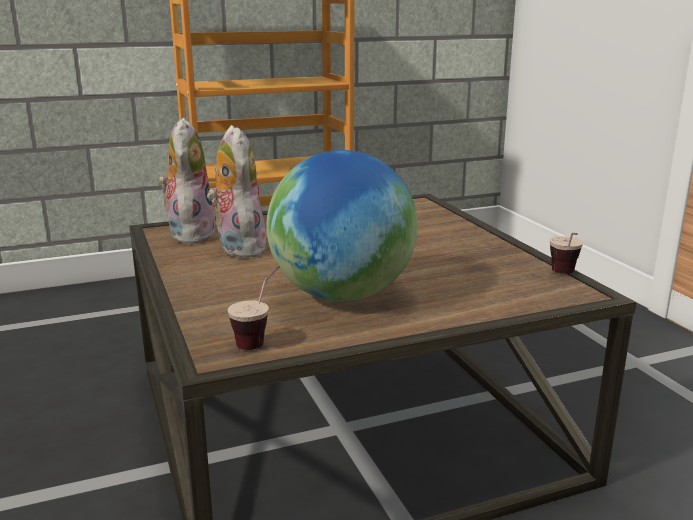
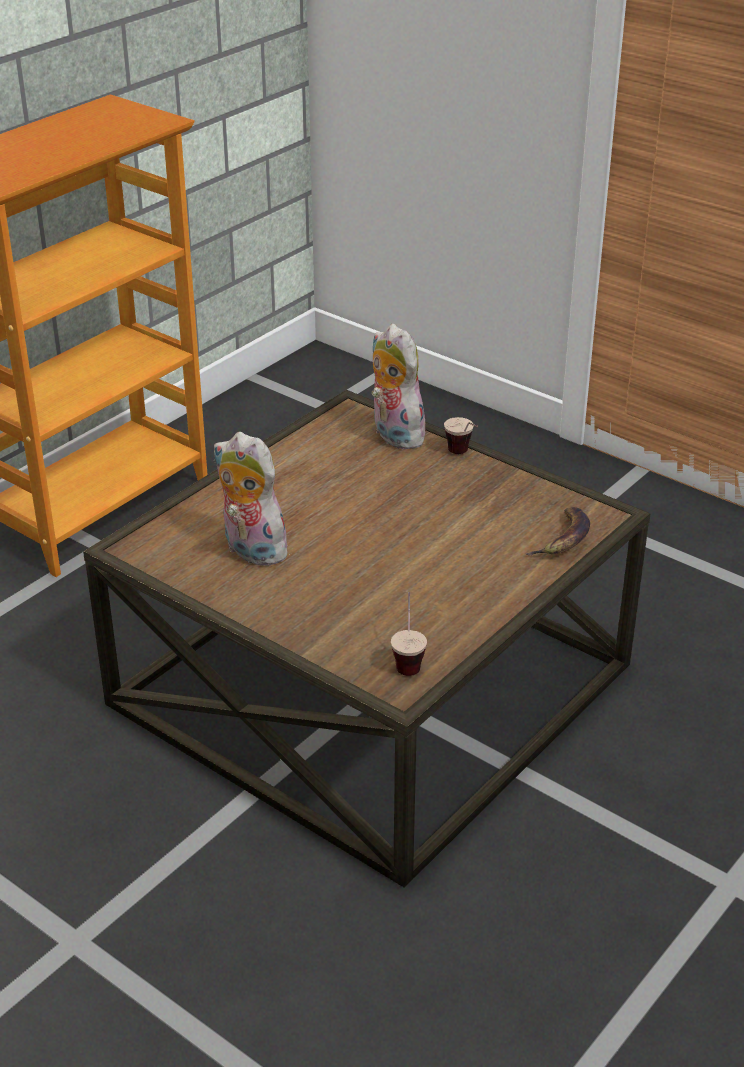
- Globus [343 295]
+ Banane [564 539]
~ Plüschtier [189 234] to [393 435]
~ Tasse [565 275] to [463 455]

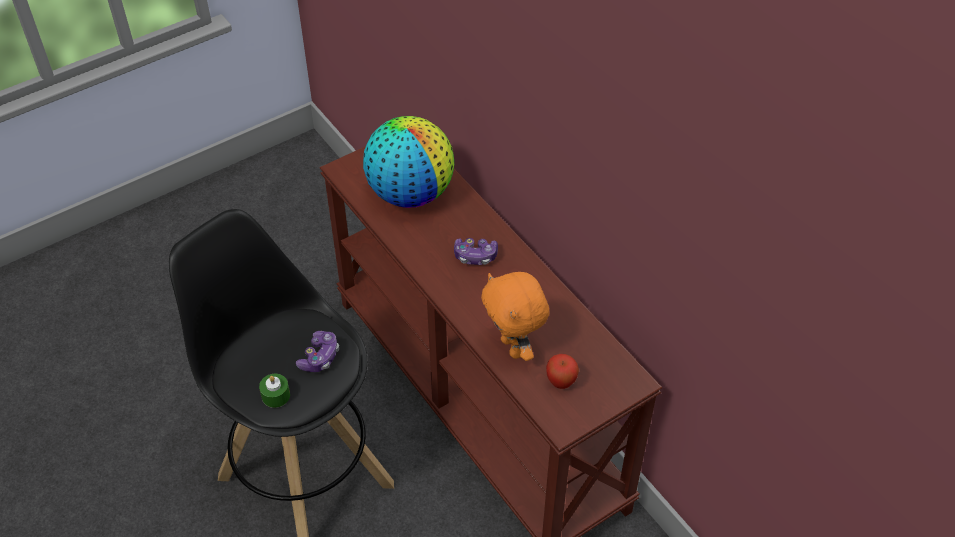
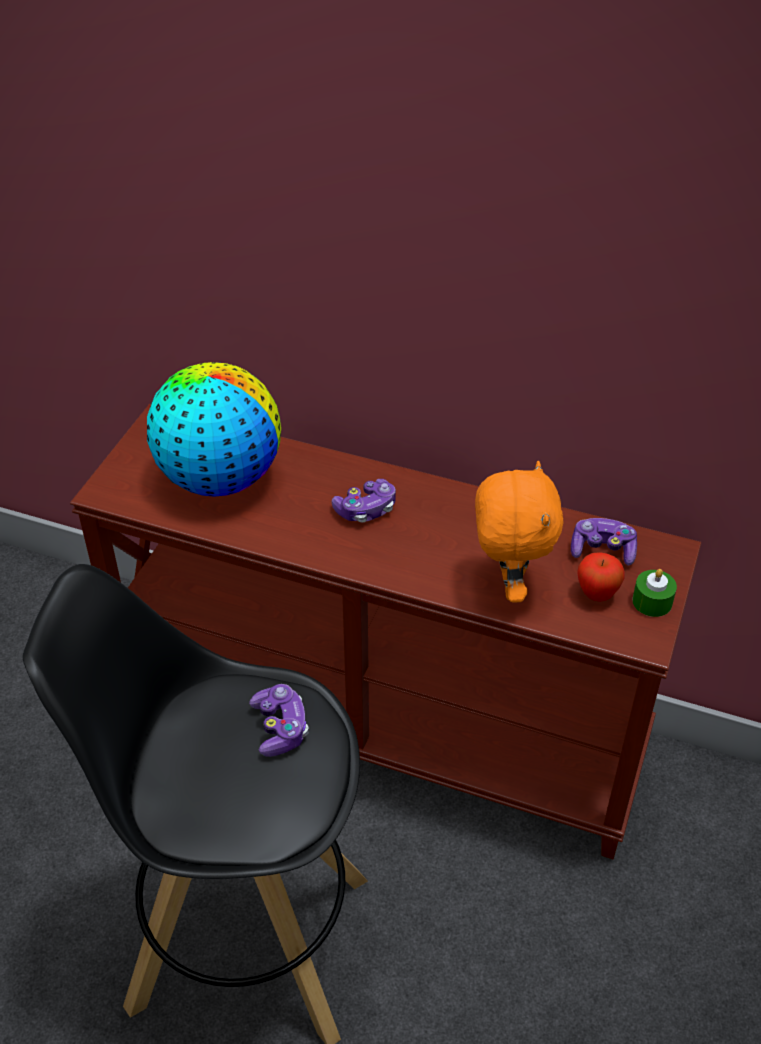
+ Gamepad [602 550]
~ Kerze [grün] [276 395] to [652 601]
~ Plüschtier [orange] [514 347] = [508 585] 120 degrees counterclockwise

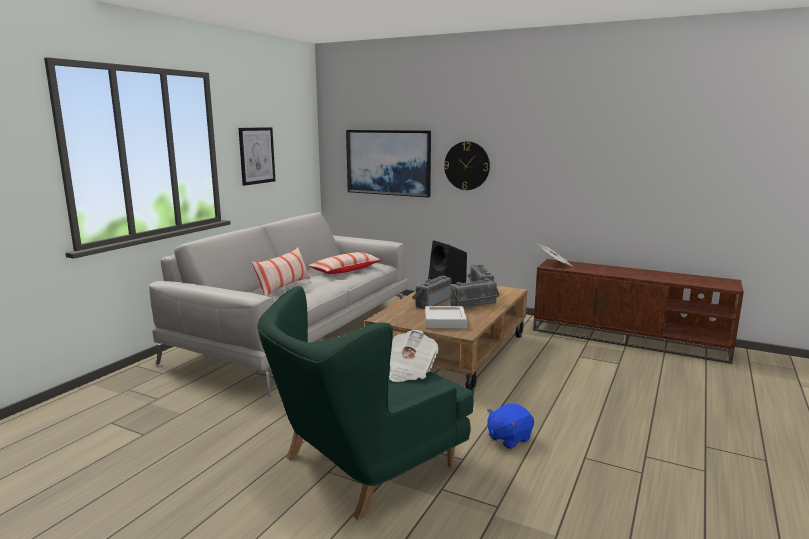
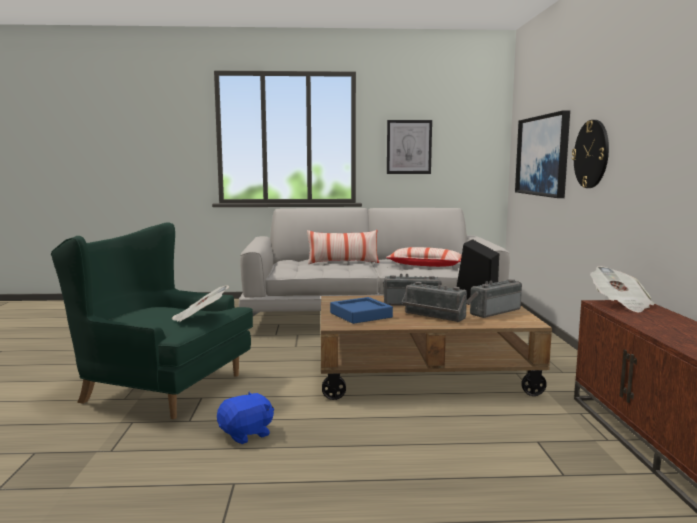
~ Tablett [grau] [445 321] to Tablett [blau] [361 315]
~ Plüschtier [blau] [508 438] = [246 434] 120 degrees clockwise

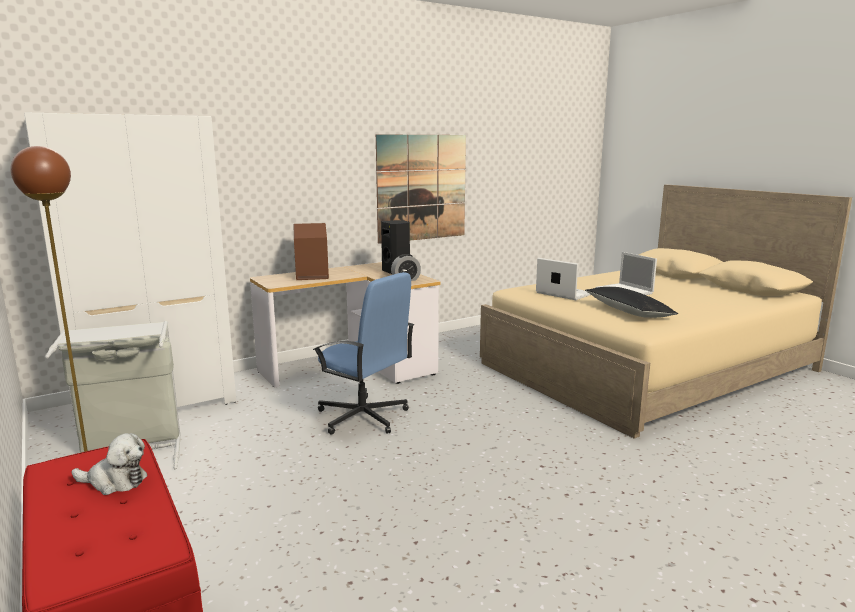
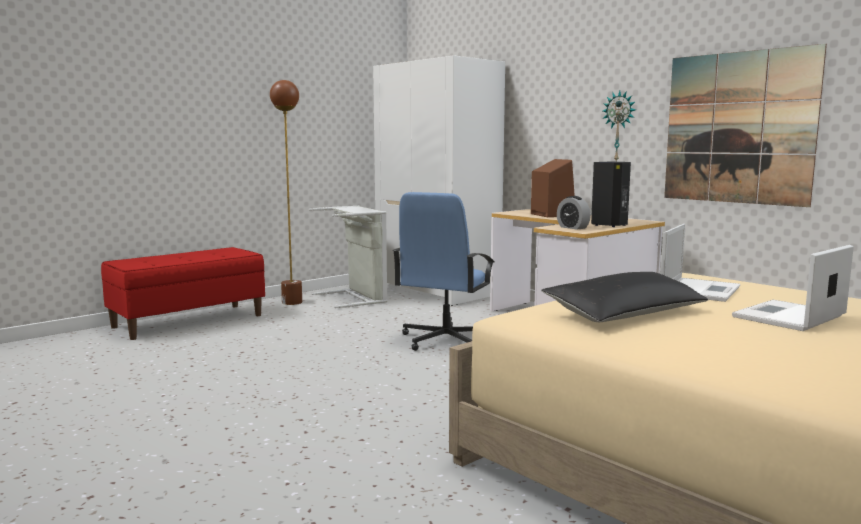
- Plüschtier [115 481]
+ Wanduhr [619 126]

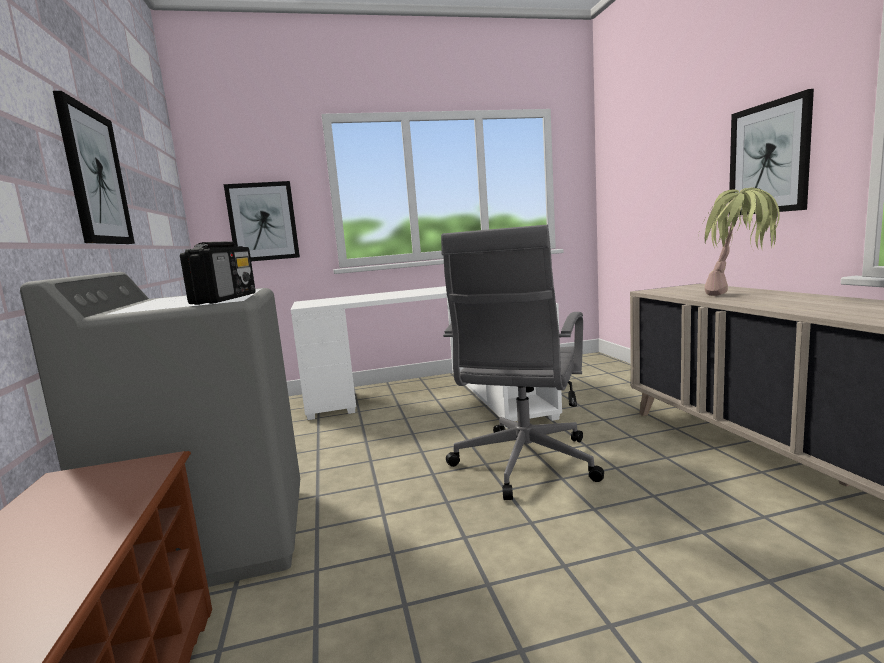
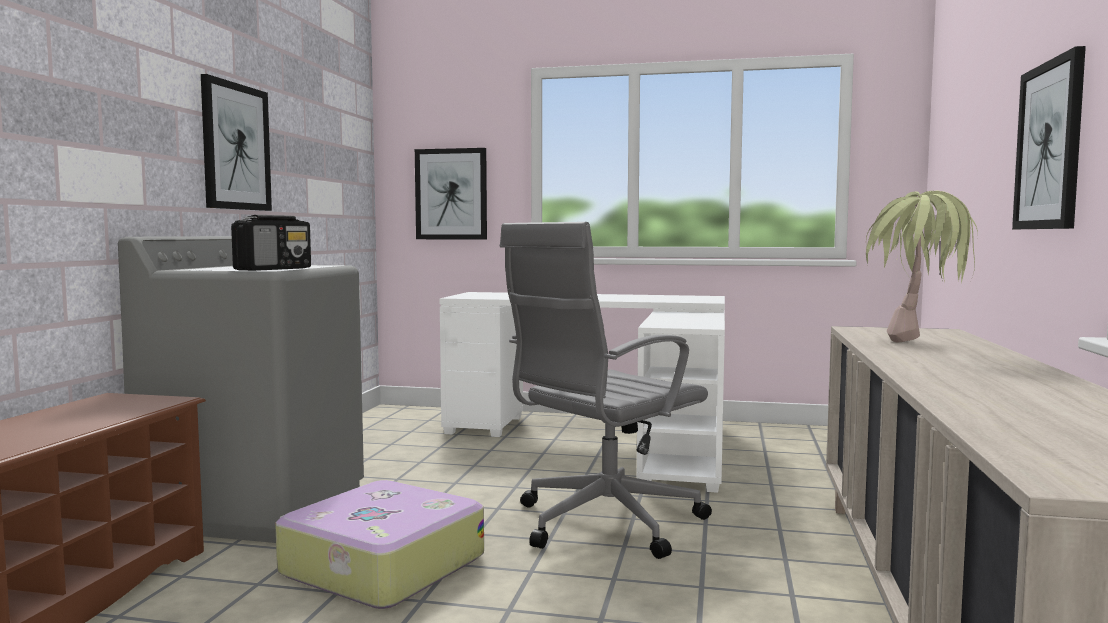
+ Koffer [380 565]

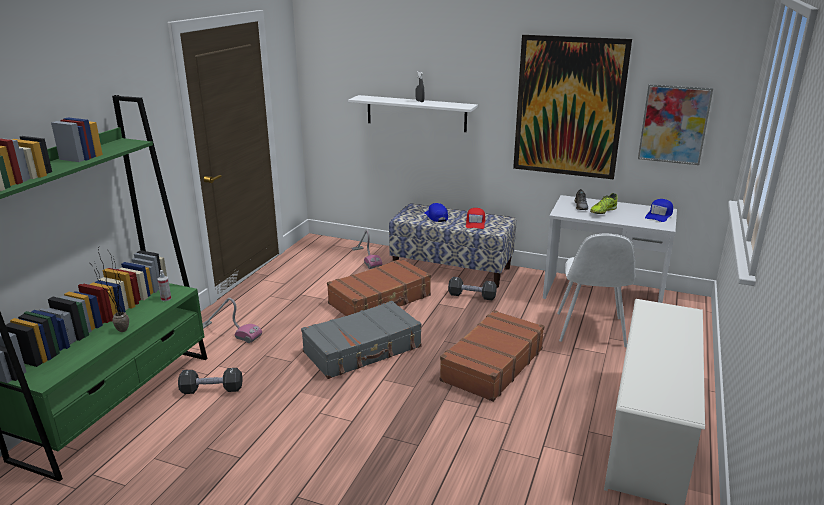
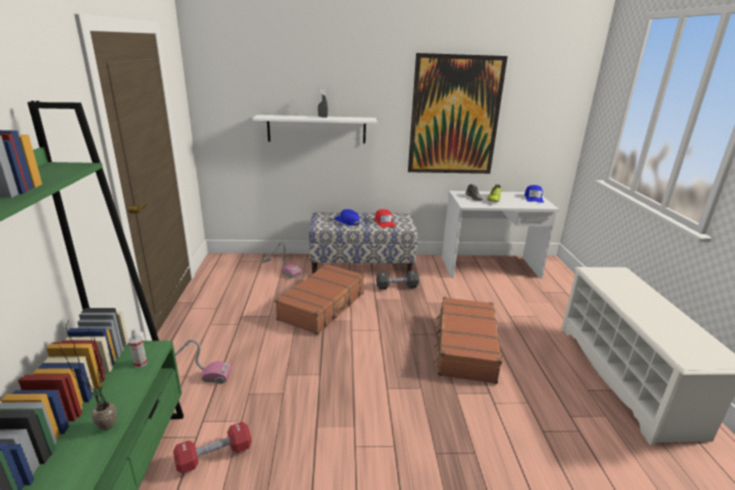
- Koffer [grau] [363 350]
- Stuhl [weiß] [590 331]
- Bild [674 124]
~ Hantel [schwarz] [212 390] to Hantel [rot] [214 456]

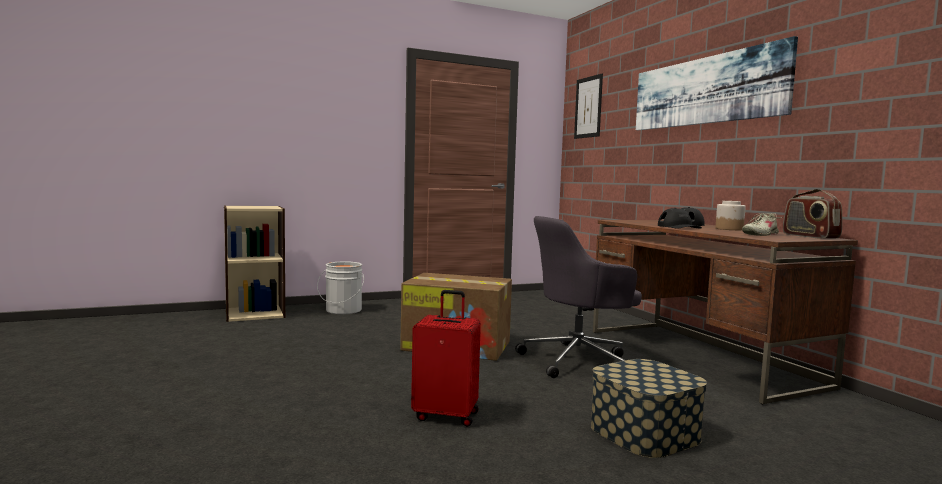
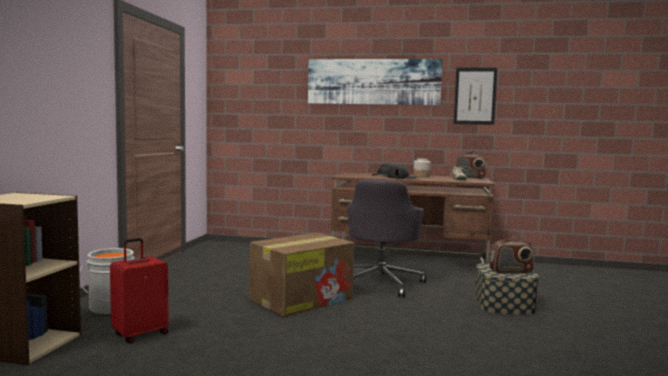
+ Radio [511 272]
~ Koffer [rot] [446 415] to [140 334]
~ Bild [588 107] to [475 96]

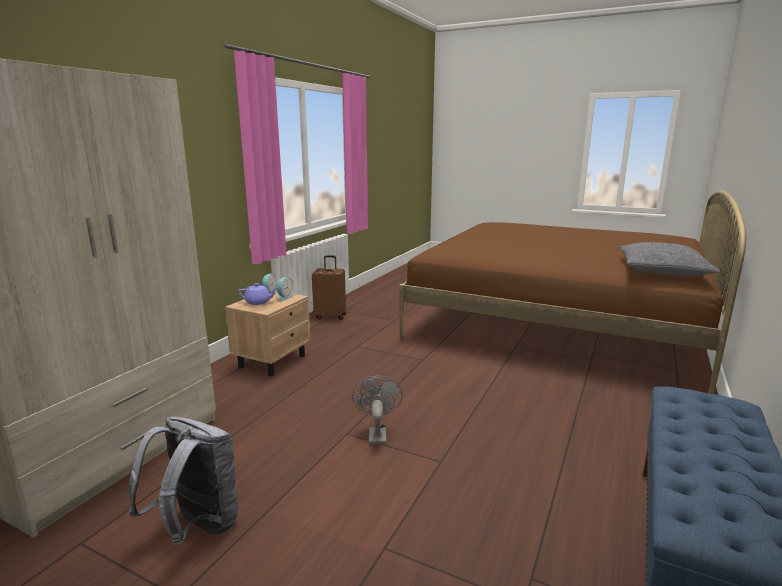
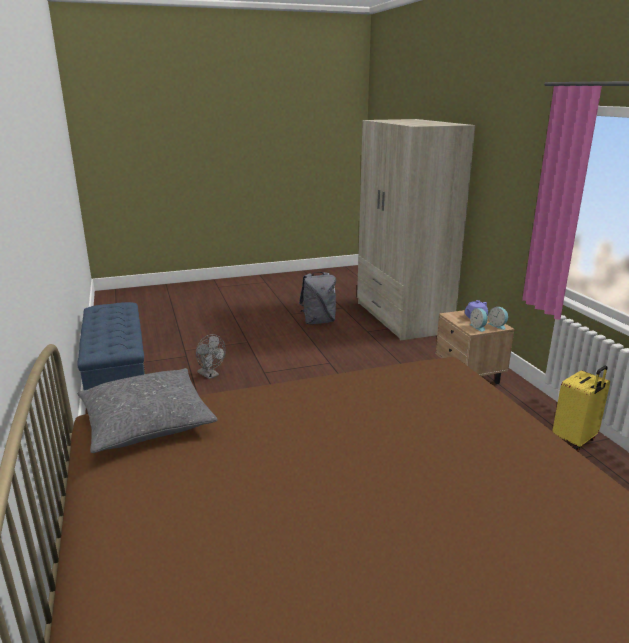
~ Ventilator [grau] [377 434] to [210 375]
~ Koffer [braun] [330 316] to Koffer [gelb] [575 440]

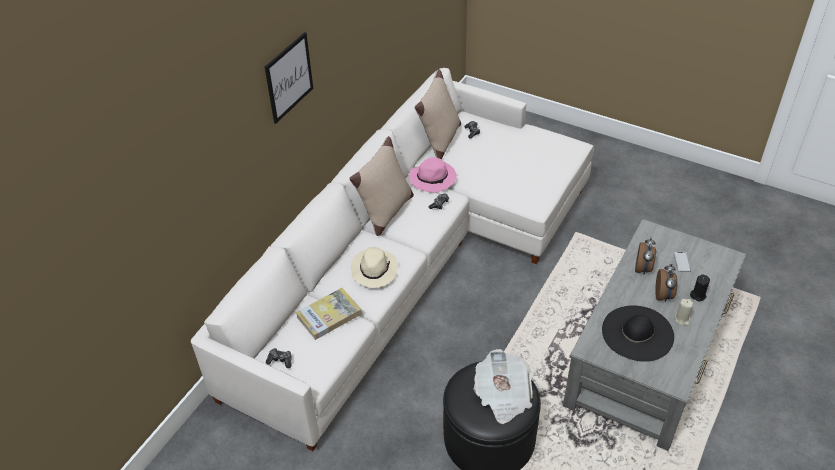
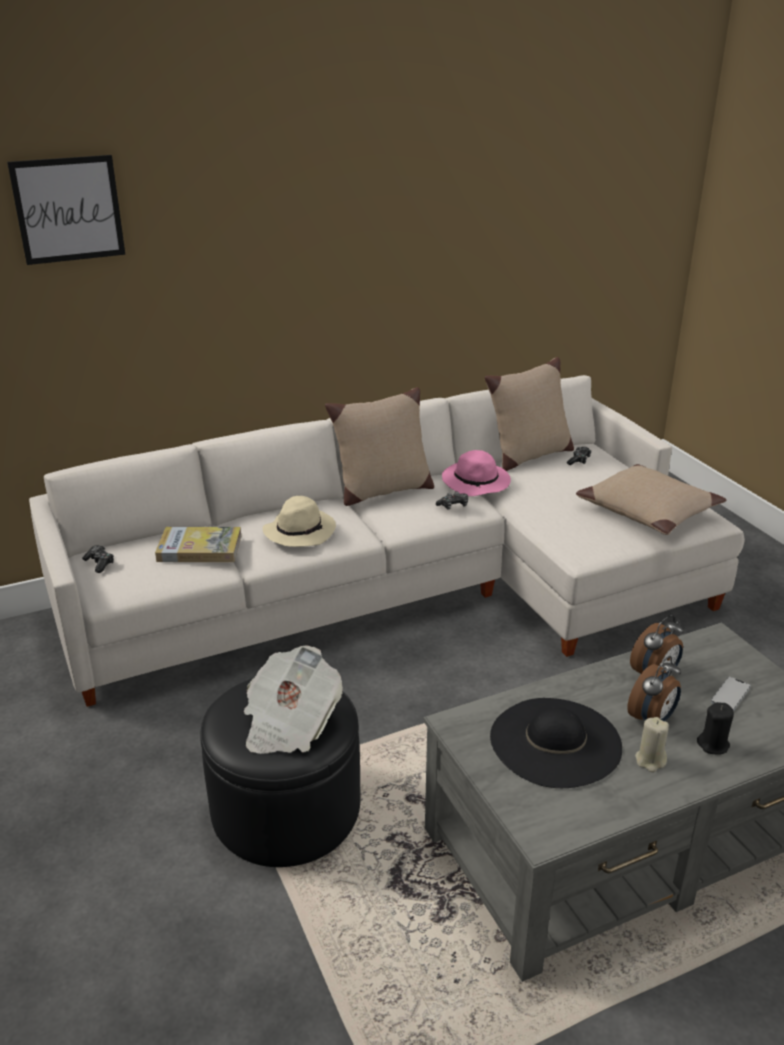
+ Kissen [beige] [648 511]
~ Bild [289 77] to [68 209]

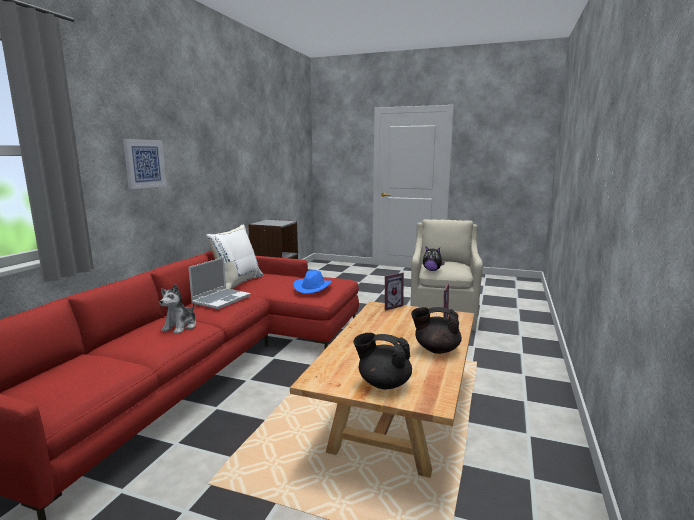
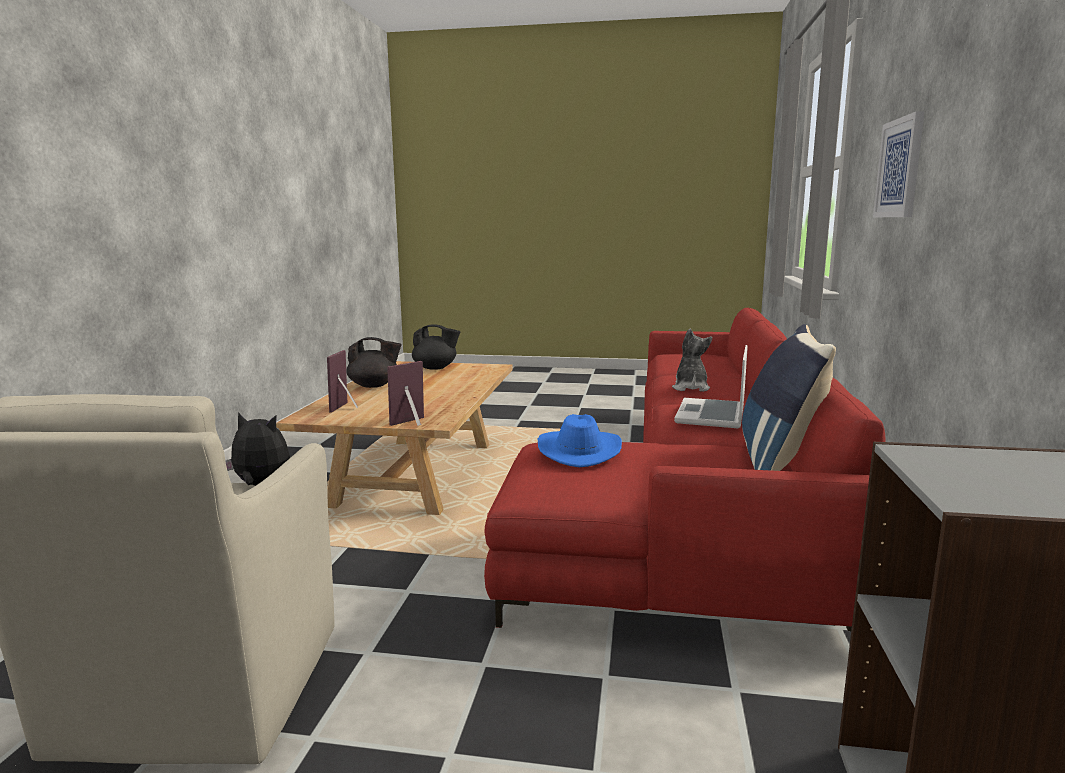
~ Kissen [weiß] [237 282] to Kissen [blau] [779 465]

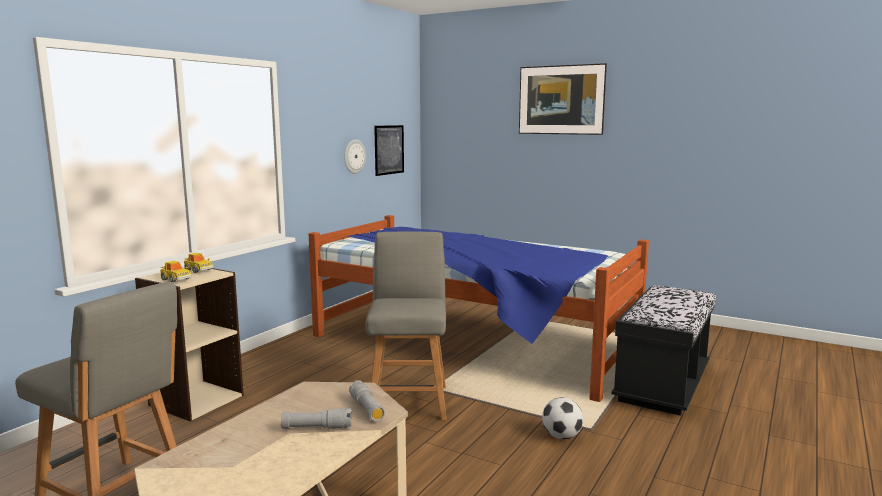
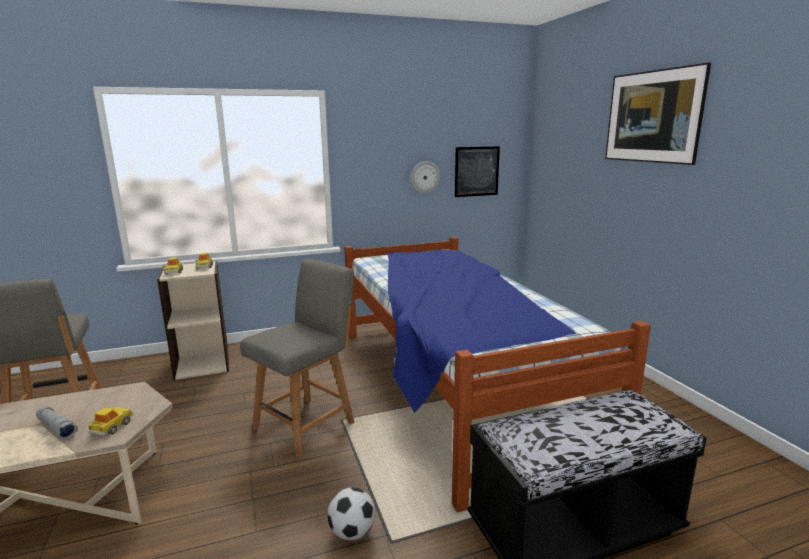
~ Taschenlampe [grau] [367 409] to Spielzeugauto [112 427]

